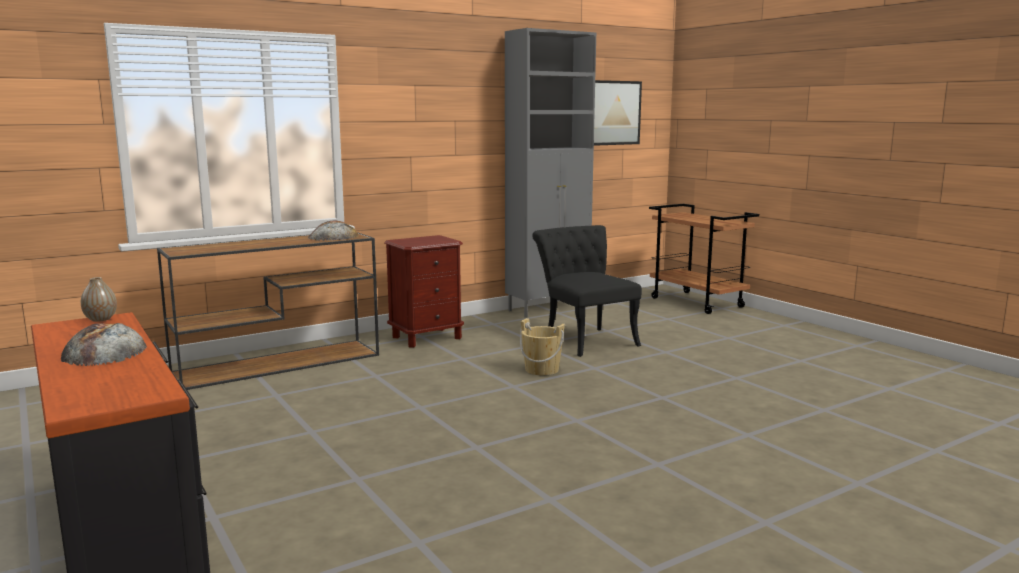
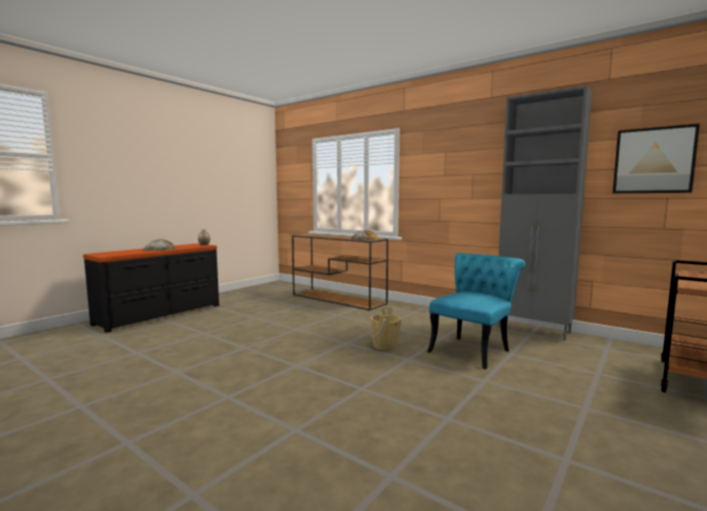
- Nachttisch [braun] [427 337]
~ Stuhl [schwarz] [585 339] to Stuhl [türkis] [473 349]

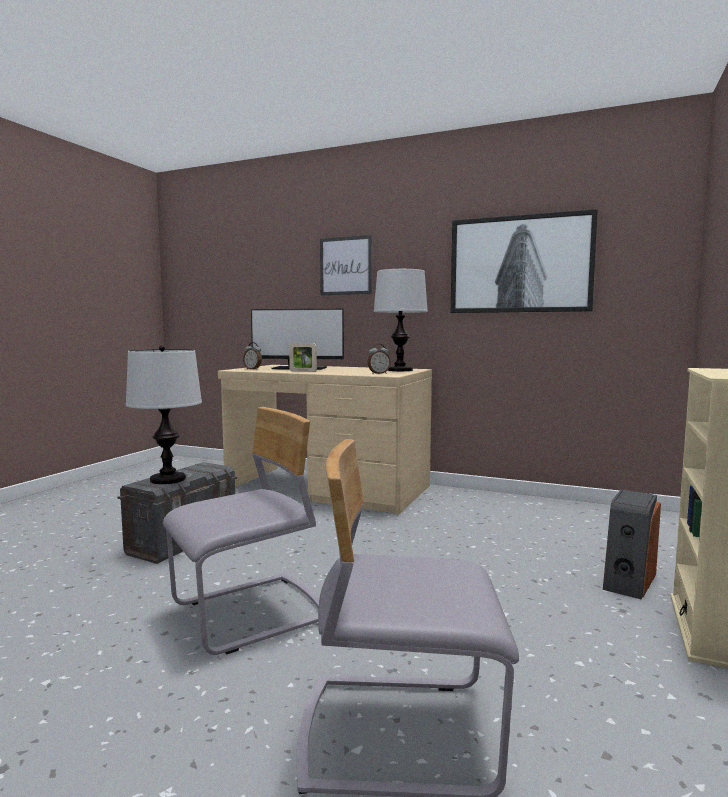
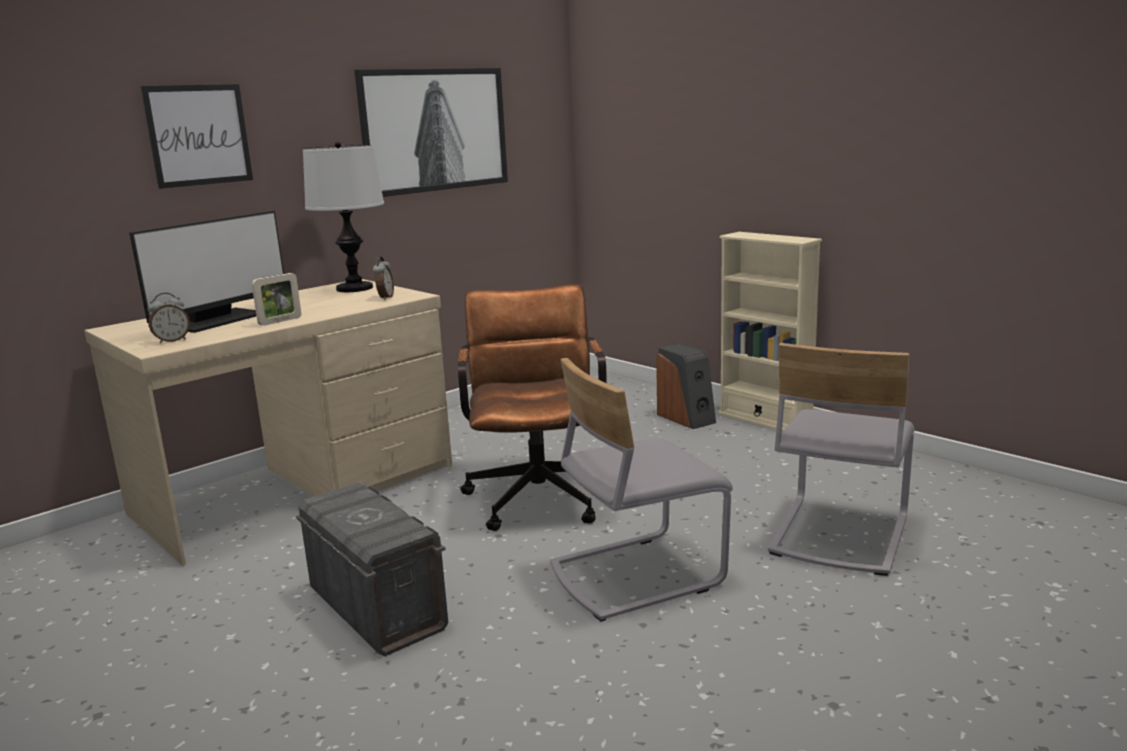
- Tischlampe [167 479]
+ Bürostuhl [braun] [538 492]
~ Stuhl [grau] [251 614] = [635 574] 105 degrees counterclockwise

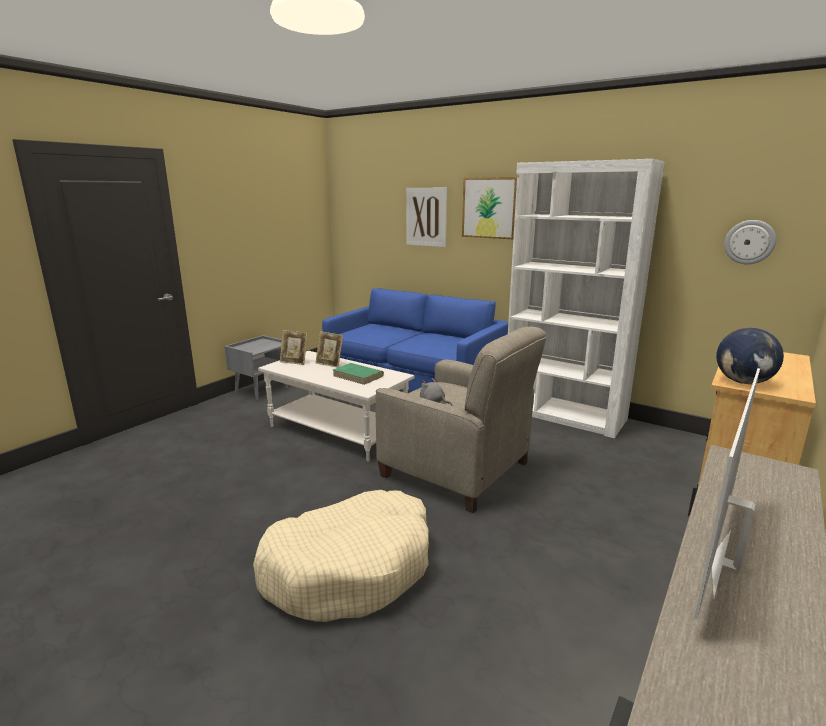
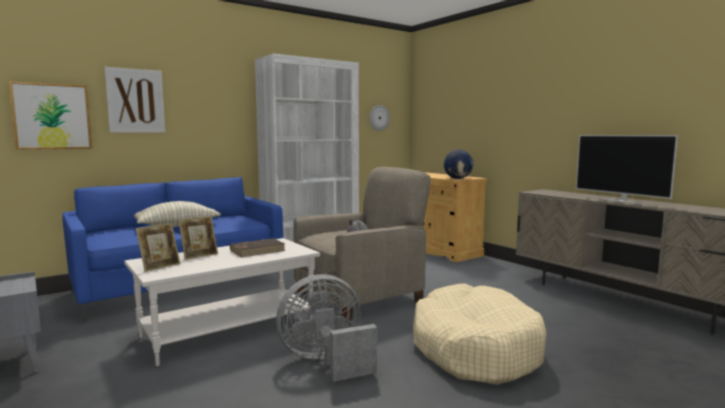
+ Kissen [177 226]
+ Ventilator [grau] [326 361]
~ Bild [489 208] to [52 116]
~ Buch [grün] [358 376] to Buch [braun] [258 250]

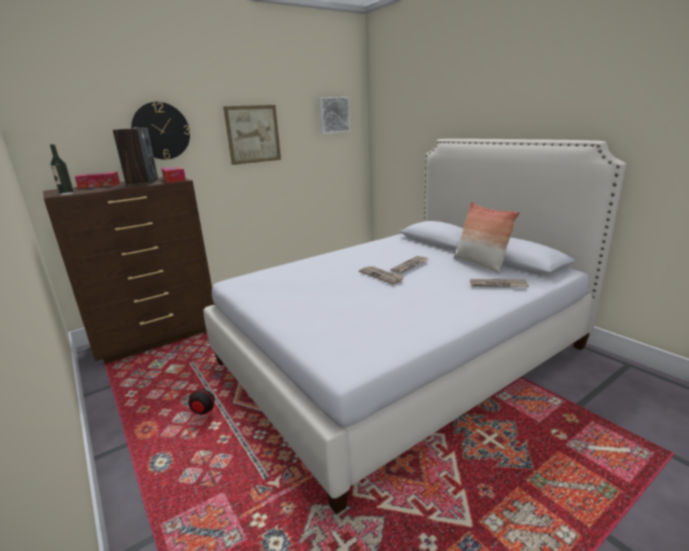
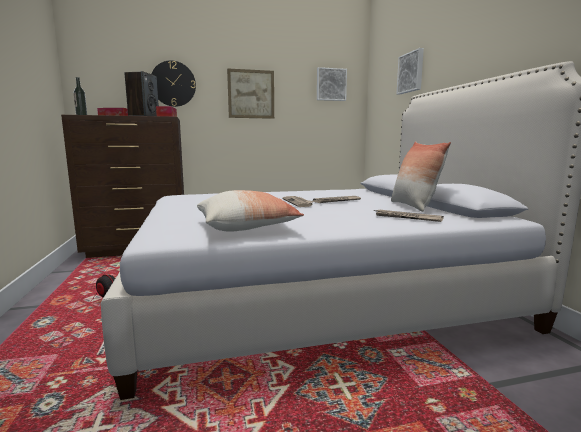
+ Kissen [247 227]
+ Bild [411 72]

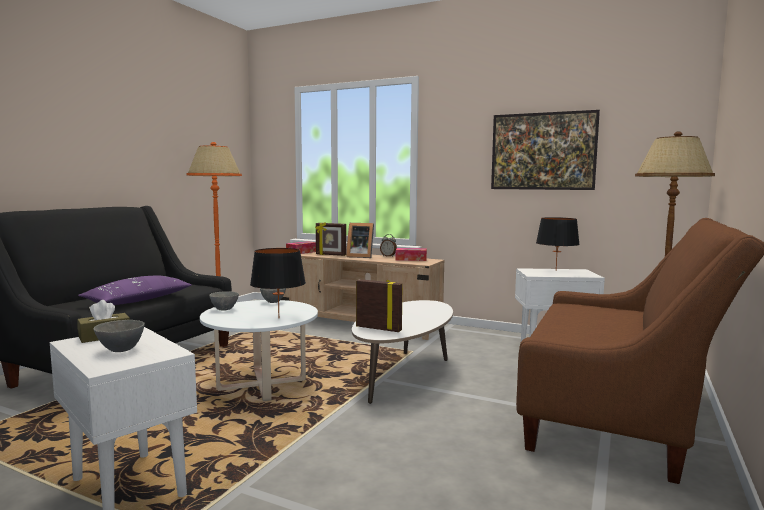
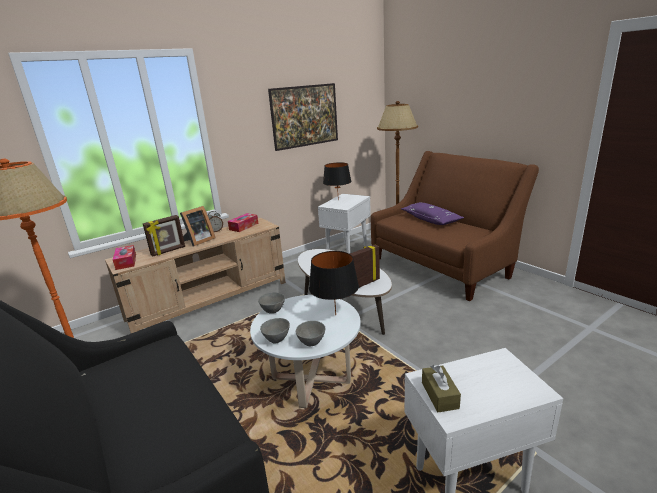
~ Kissen [lila] [138 300] to [431 219]
~ Schüssel [grau] [120 350] to [312 343]

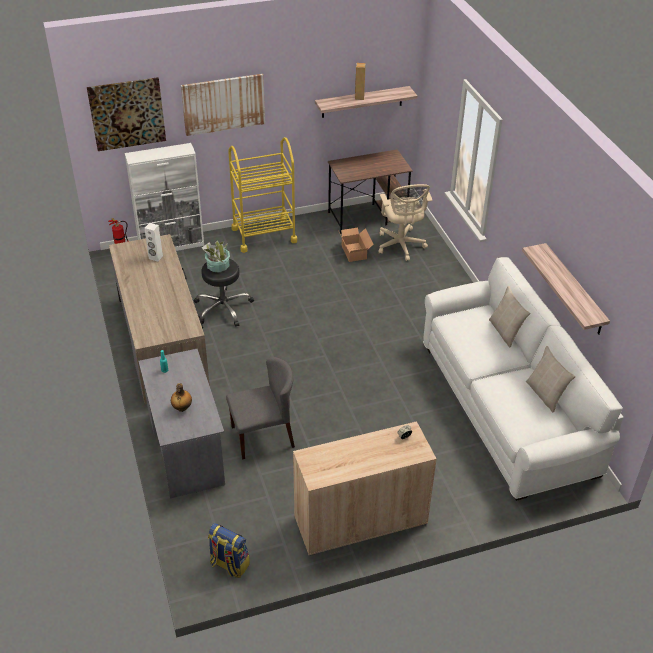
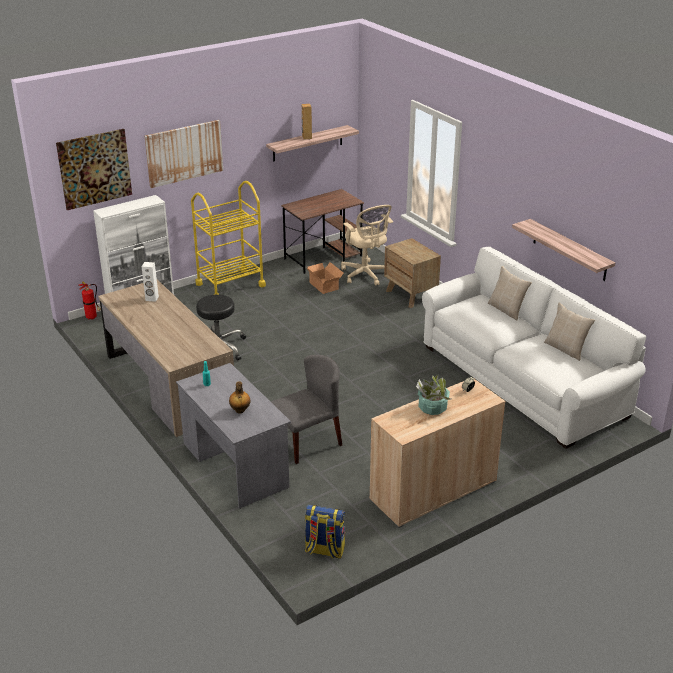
+ Nachttisch [braun] [411 295]
~ Topfpflanze [218 266] to [432 407]

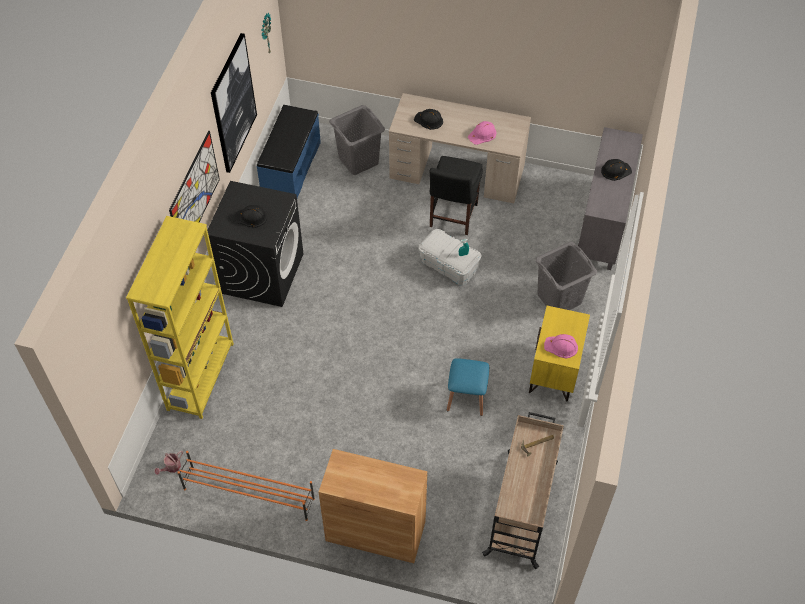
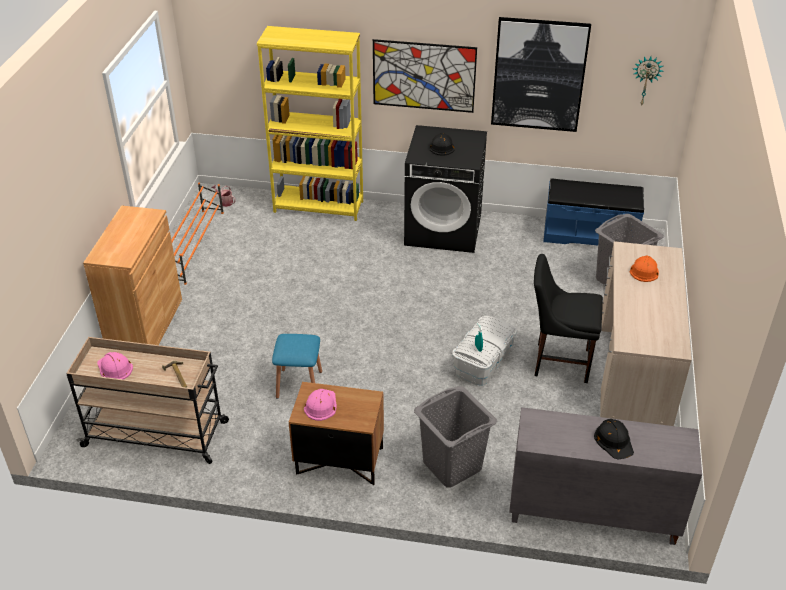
~ Schutzhelm [rosa] [482 134] to [114 368]
~ Schutzhelm [schwarz] [429 120] to Schutzhelm [orange] [644 270]
~ Nachttisch [gelb] [554 371] to Nachttisch [braun] [339 461]

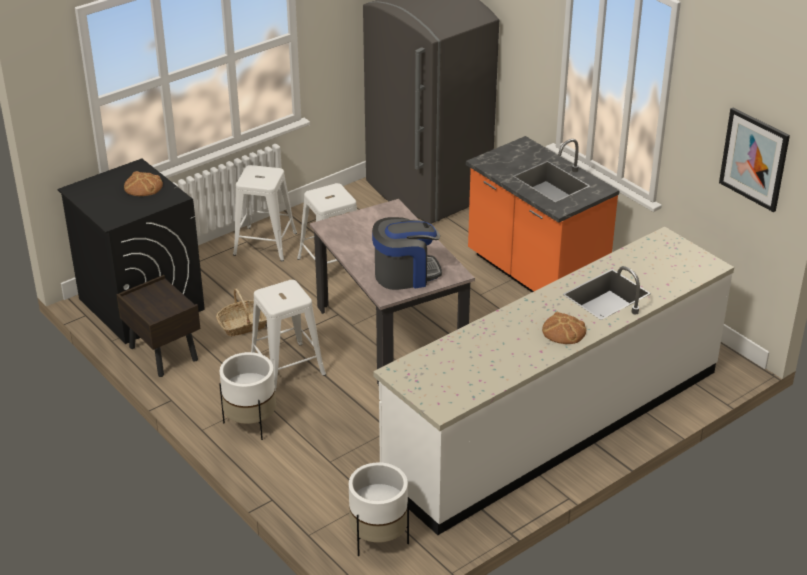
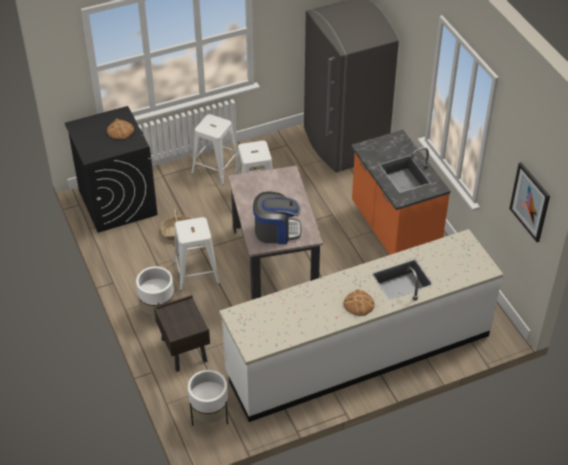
~ Nachttisch [braun] [162 353] to [183 350]

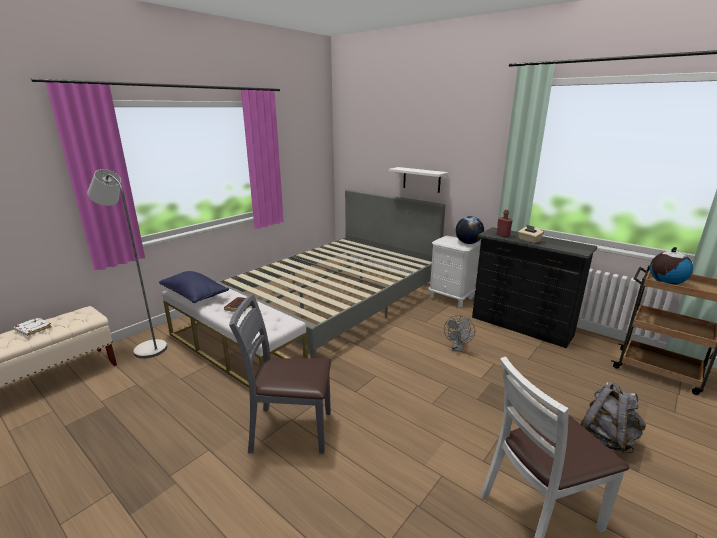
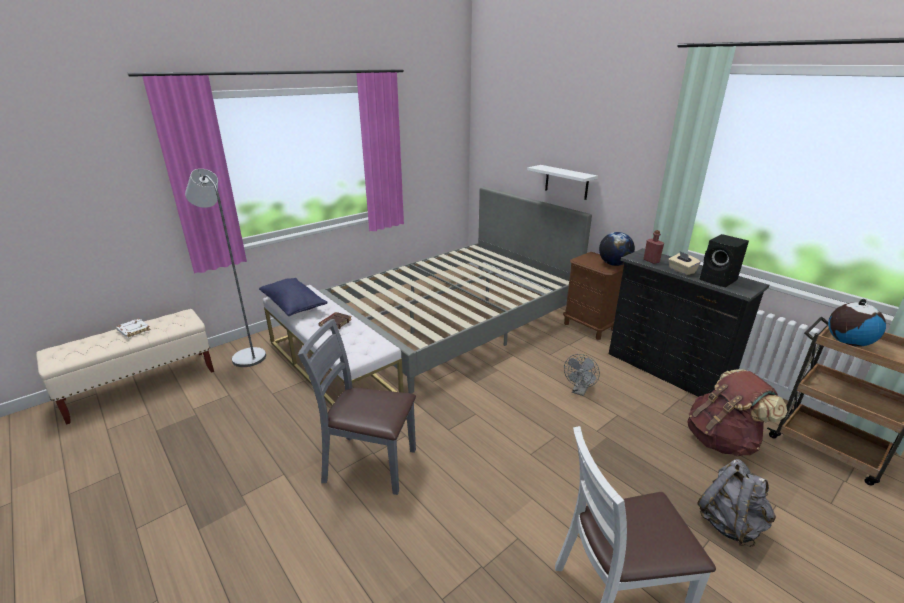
+ Rucksack [braun] [722 440]
+ Lautsprecher [schwarz] [719 280]
~ Nachttisch [weiß] [451 298] to Nachttisch [braun] [590 326]

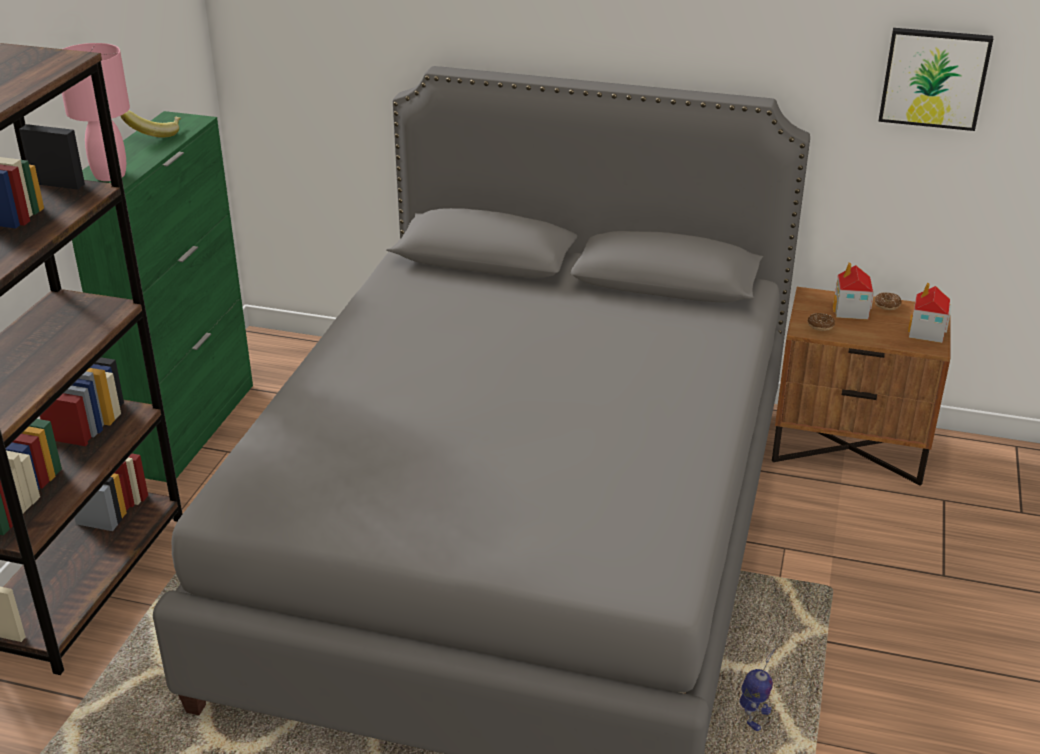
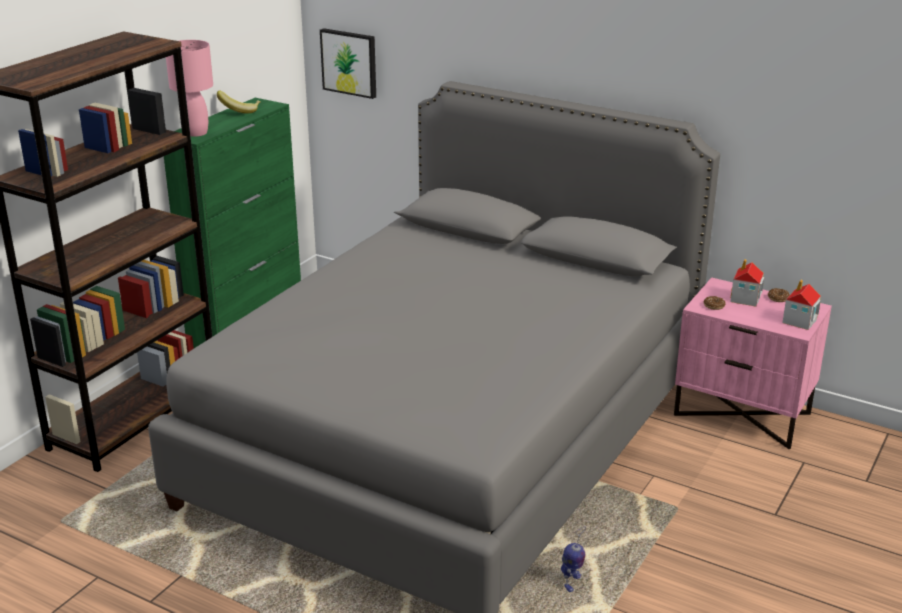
~ Bild [934 78] to [350 62]
~ Nachttisch [braun] [849 446] to Nachttisch [rosa] [743 413]

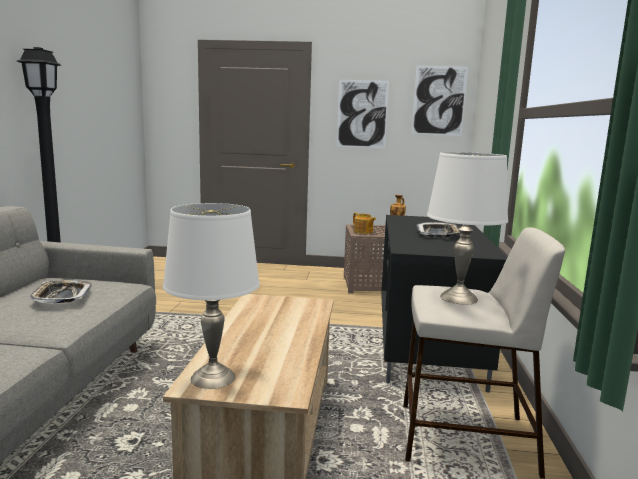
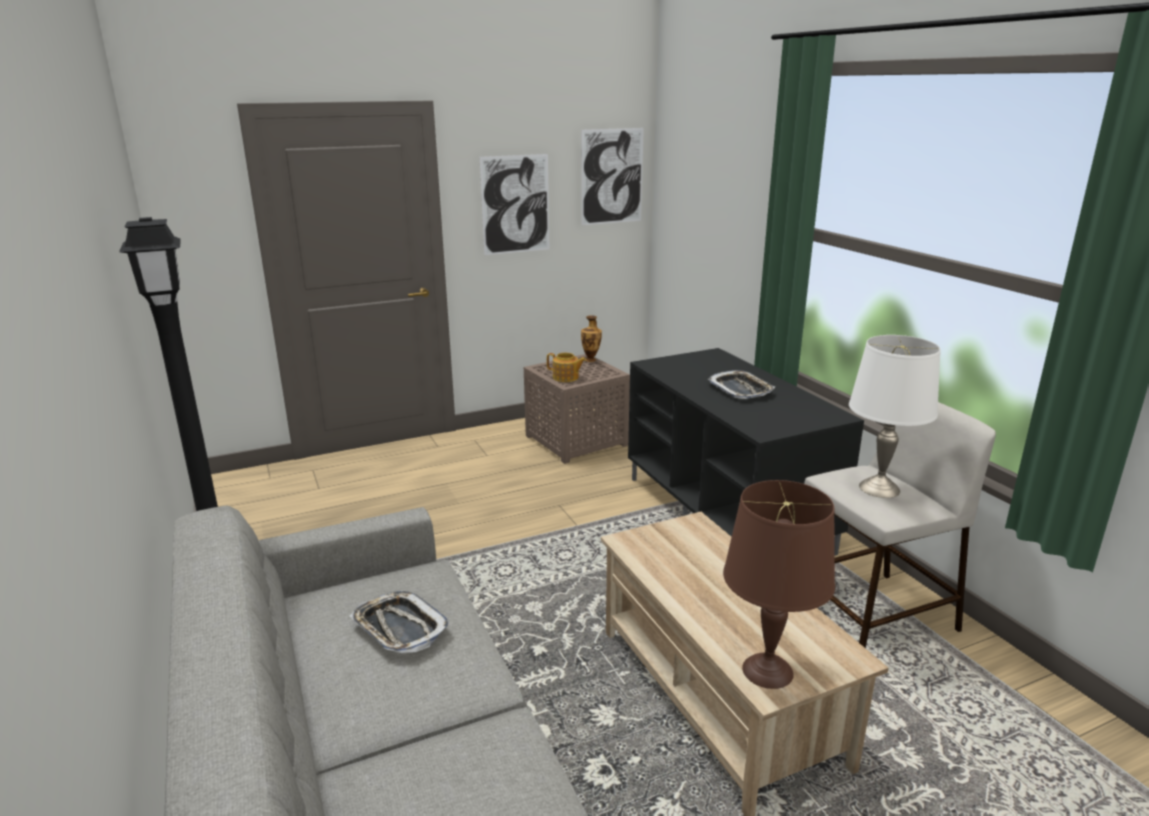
~ Tischlampe [weiß] [212 378] to Tischlampe [braun] [767 671]

